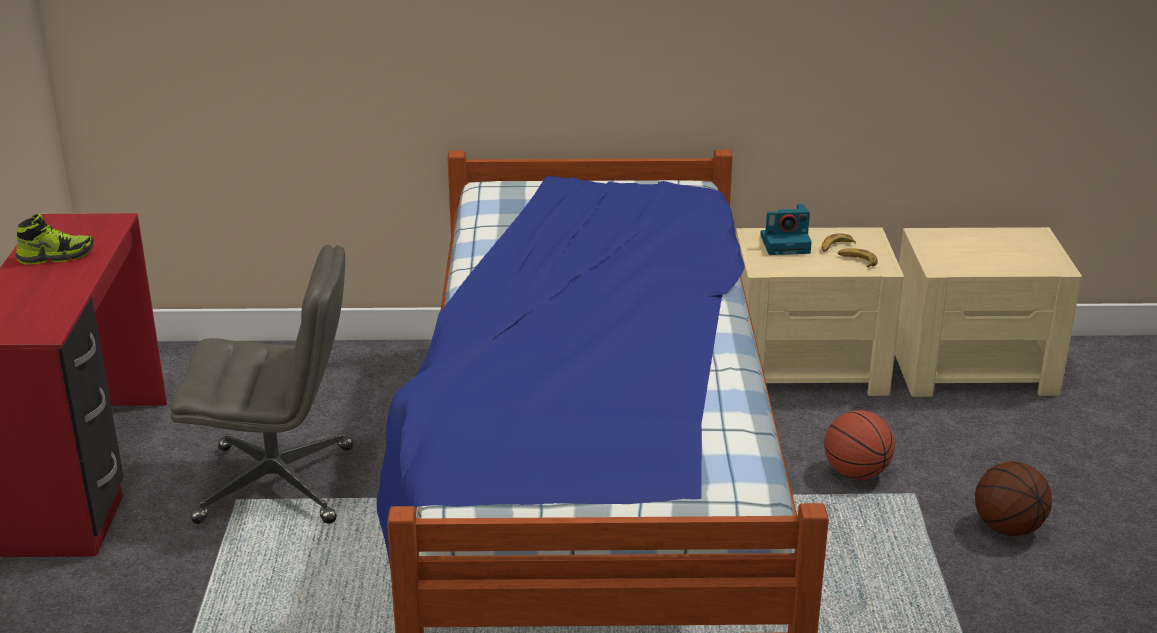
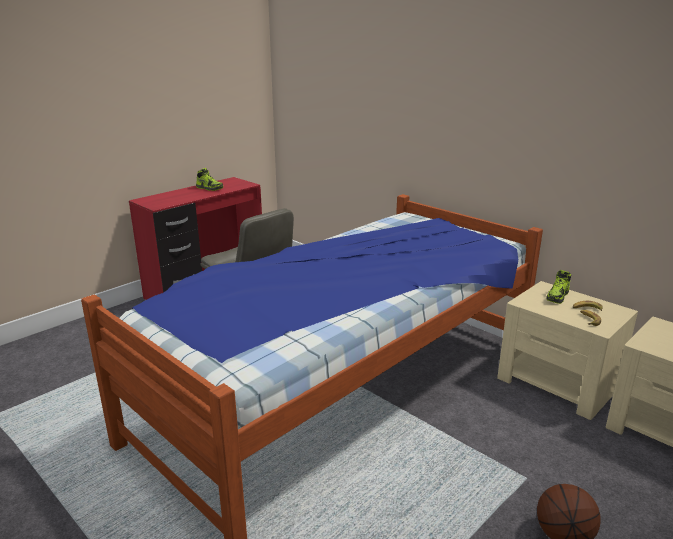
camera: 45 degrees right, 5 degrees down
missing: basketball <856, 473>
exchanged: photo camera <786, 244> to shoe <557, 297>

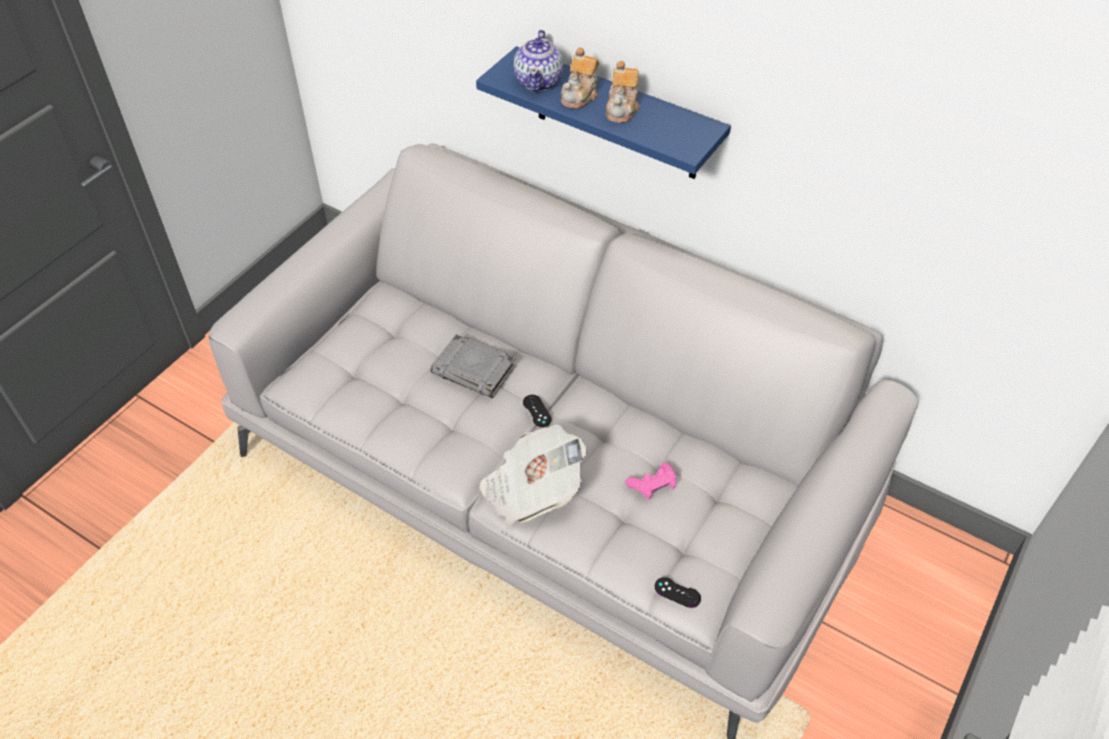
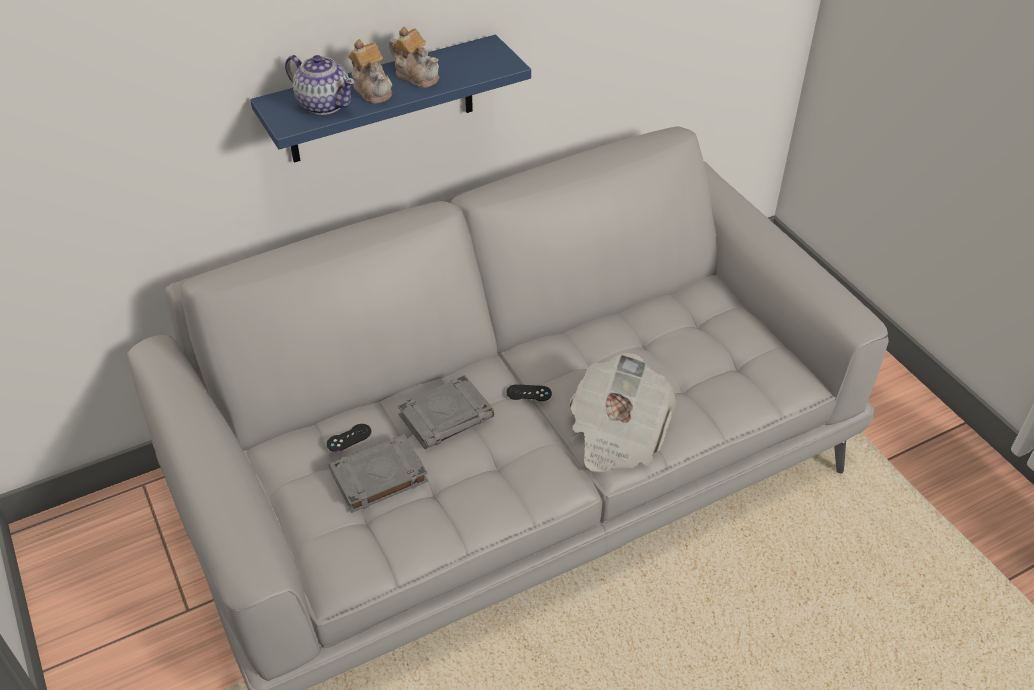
camera: 60 degrees left, 5 degrees down
missing: pink game controller <653, 486>
appeared: grey book <378, 477>
relocated: black game controller <677, 592> to <349, 438>

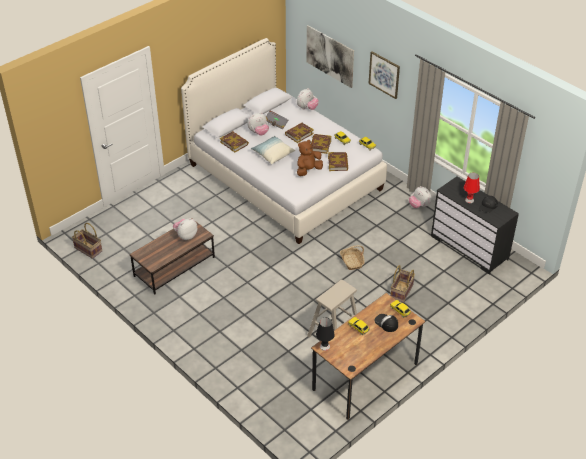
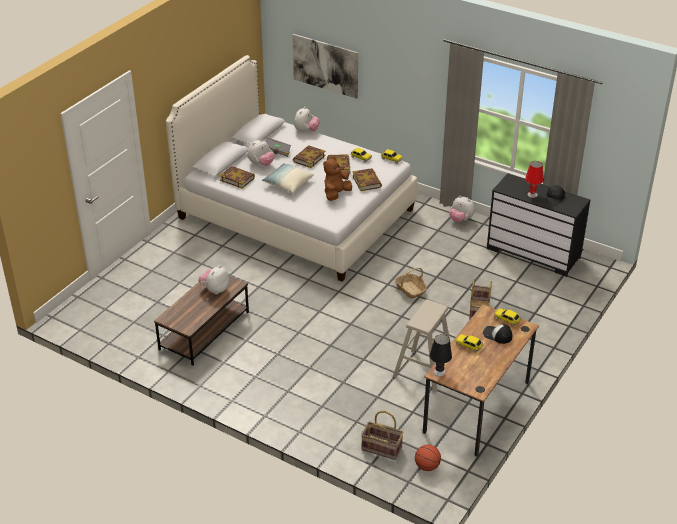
camera: 15 degrees left, 5 degrees down
missing: picture <384, 74>
appeared: basketball <427, 466>
relocated: basket <89, 249> to <382, 448>

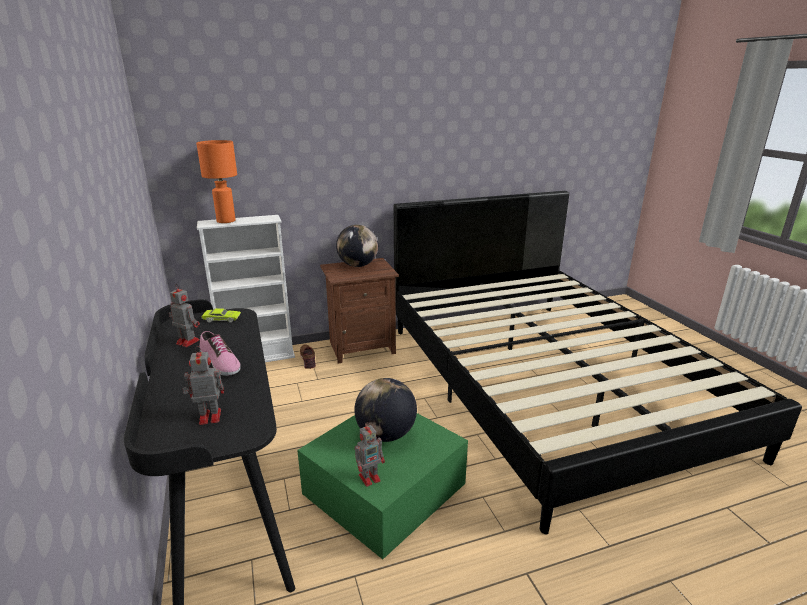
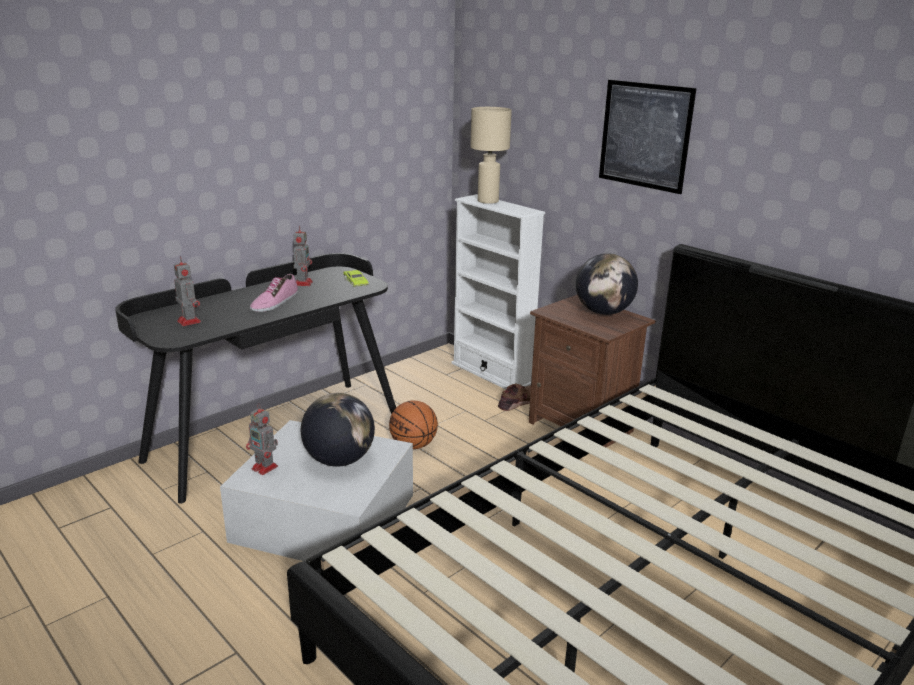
camera: 65 degrees right, 0 degrees up
appeared: basketball <413, 445>; picture <645, 135>
colour: orange table lamp <225, 221> to beige table lamp <488, 201>; green storage box <384, 488> to white storage box <324, 517>

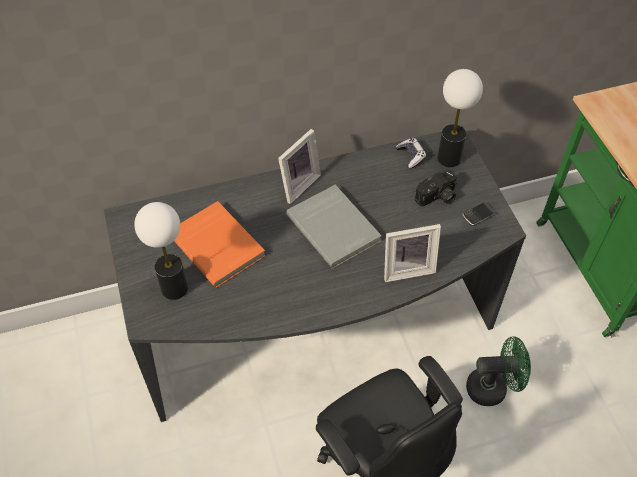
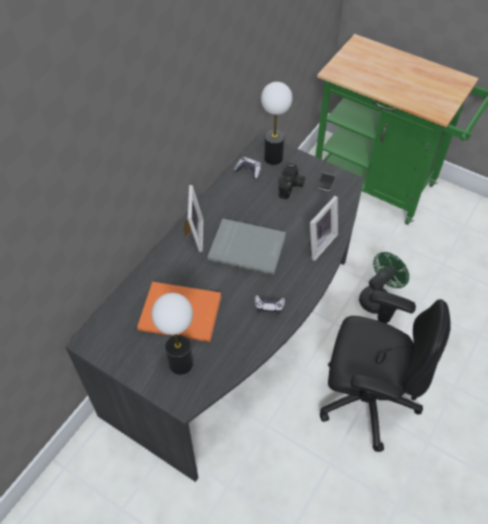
camera: 40 degrees left, 0 degrees up
appeared: game controller <269, 306>

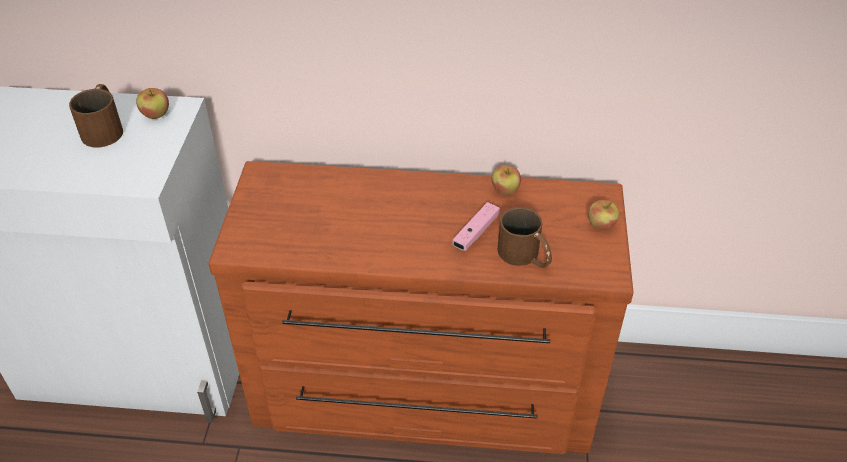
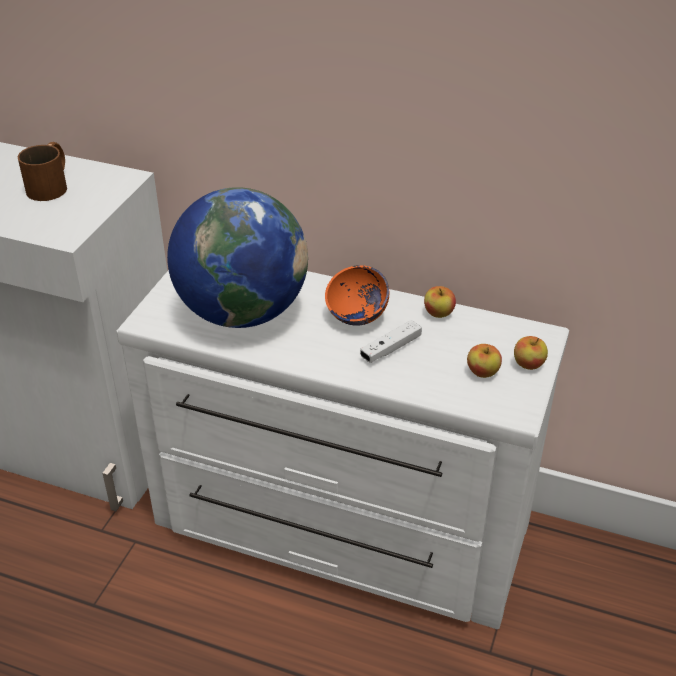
camera: 15 degrees right, 5 degrees down
missing: brown mug <525, 256>
appeared: globe <242, 312>; orange bowl <357, 317>
relocated: apple <156, 115> to <483, 372>
colour: brown dresser <424, 393> to white dresser <339, 530>; pink game controller <476, 232> to white game controller <391, 348>

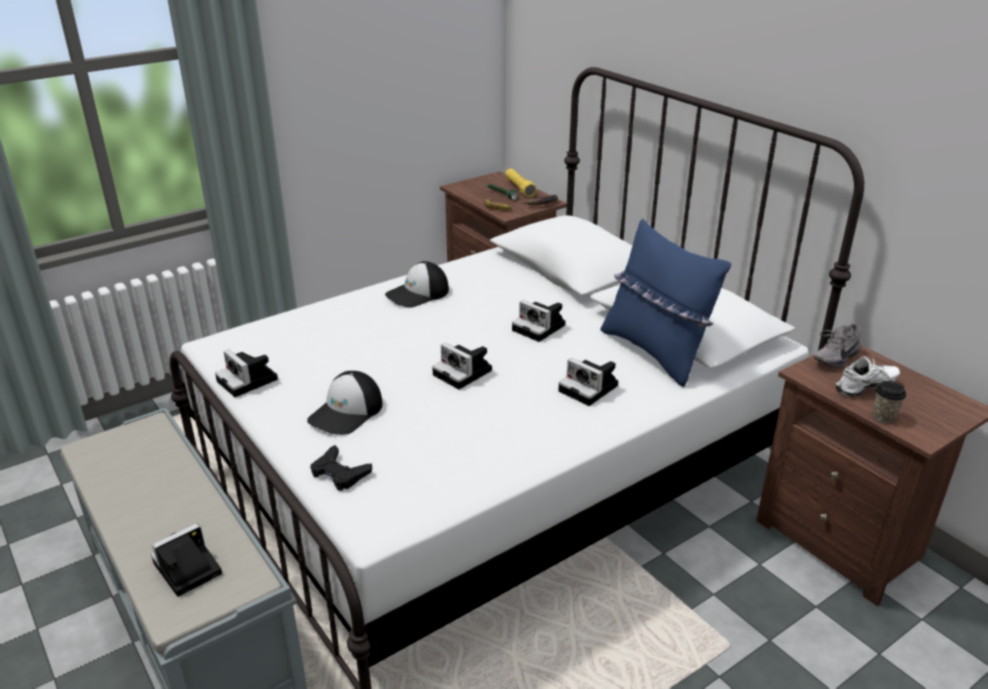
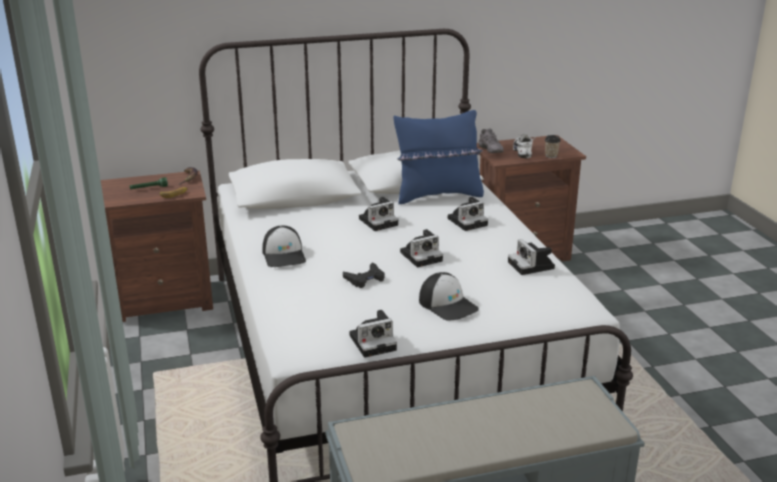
camera: 70 degrees left, 5 degrees down
missing: yellow flashlight <519, 188>
relocated: photo camera <185, 570> to <532, 266>; black game controller <339, 473> to <365, 279>

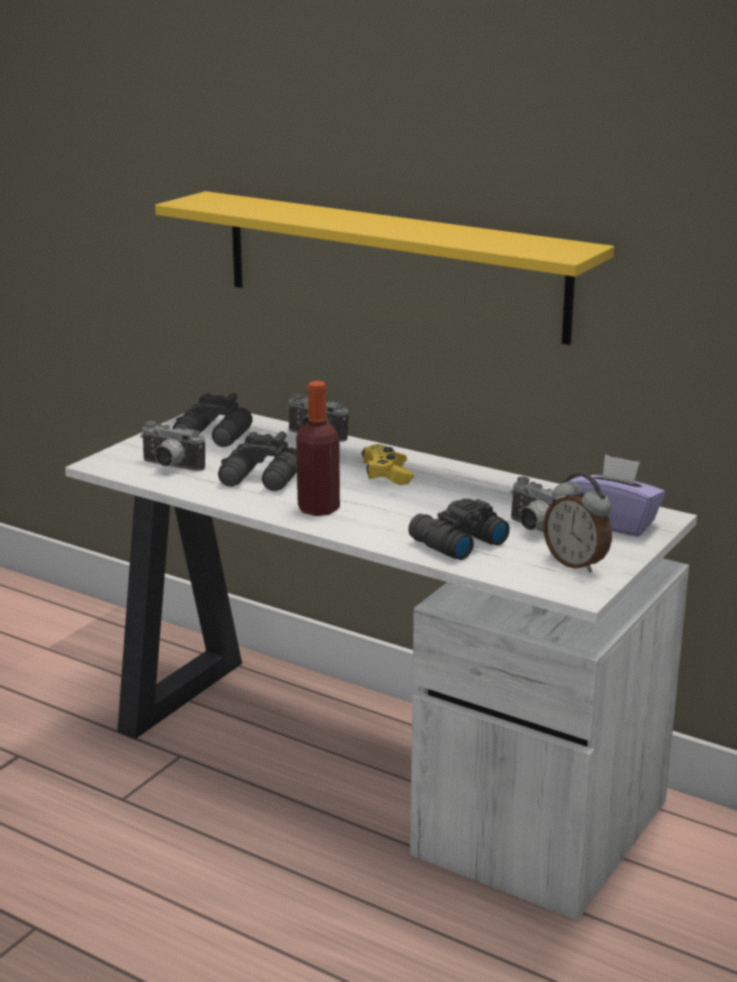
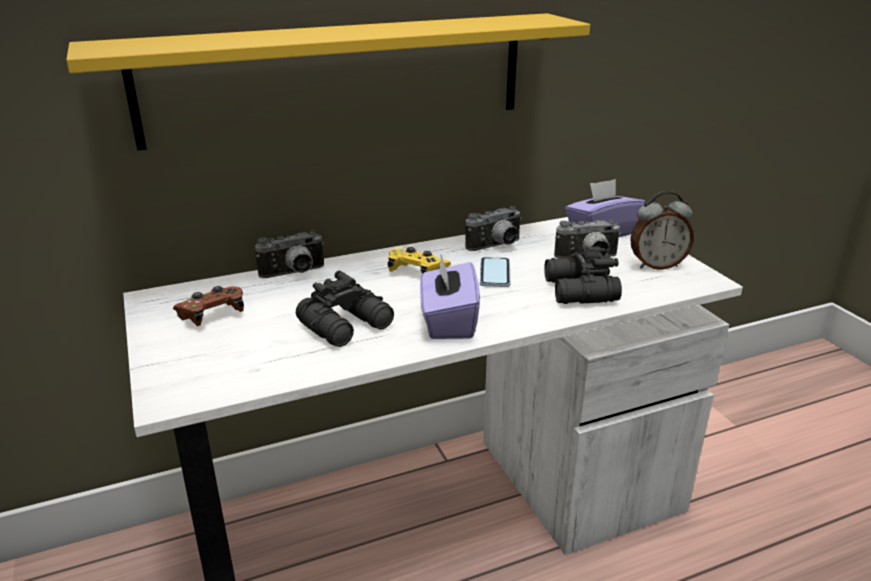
camera: 55 degrees left, 5 degrees up
appeared: phone <495, 274>
relocated: photo camera <170, 467> to <497, 246>
exchanged: black binoculars <214, 437> to brown game controller <212, 315>; bottle <318, 509> to purple tissue box <448, 322>

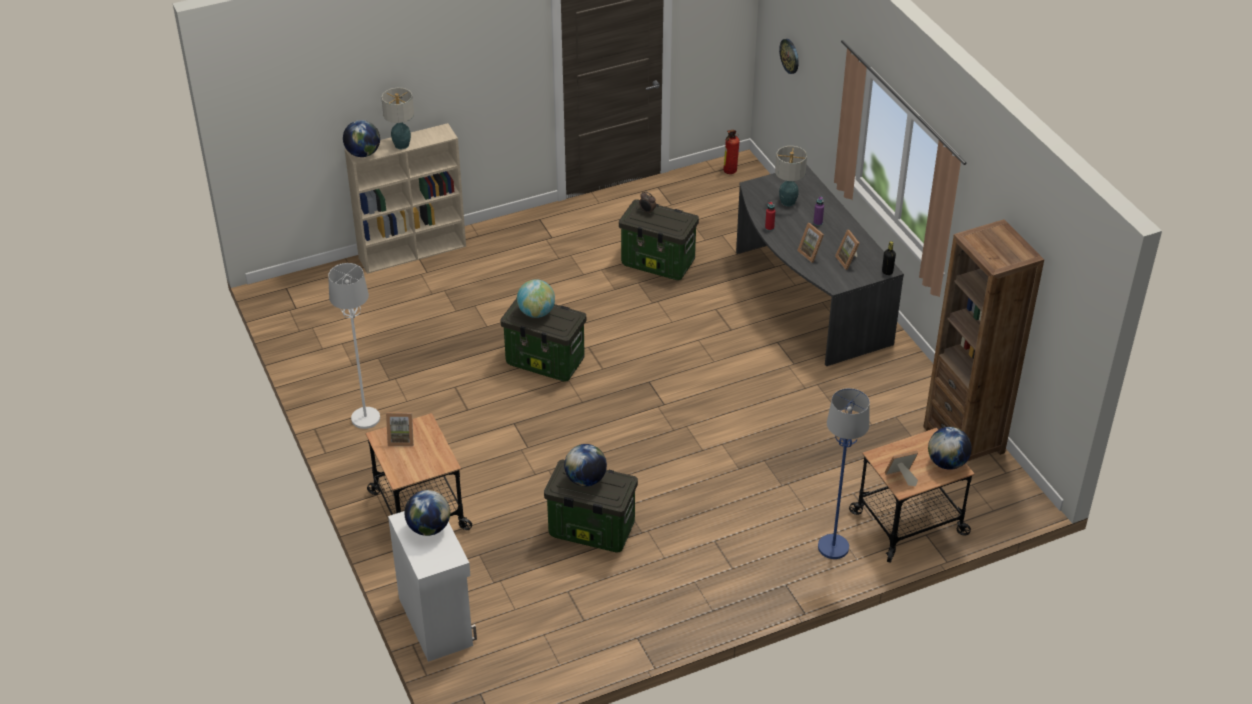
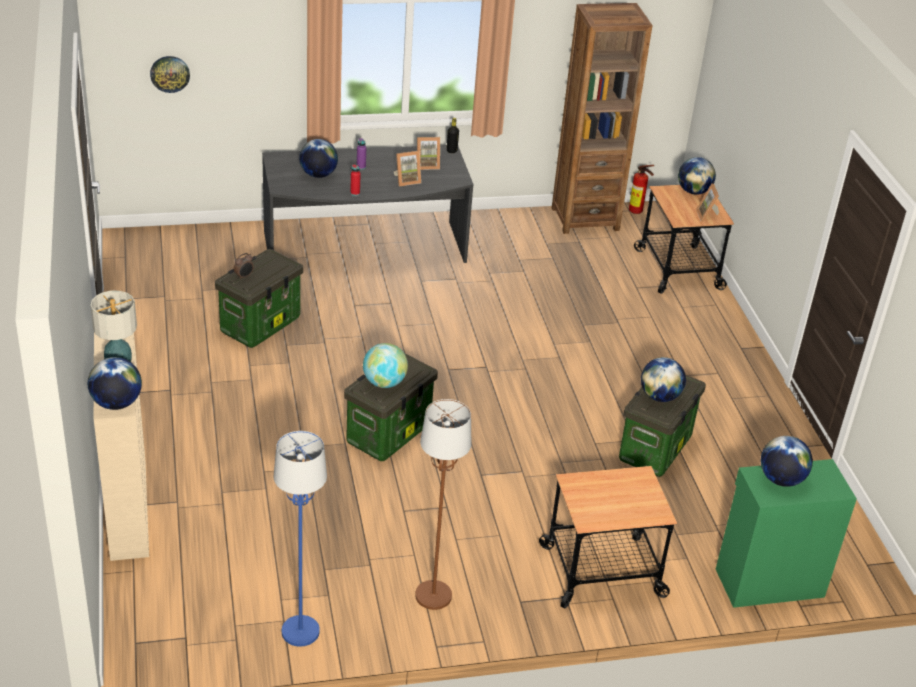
camera: 80 degrees left, 5 degrees down
missing: picture frame <401, 439>
relocated: fire extinguisher <728, 172> to <637, 212>; blue floor lamp <833, 547> to <301, 631>
exchanged: table lamp <787, 202> to globe <318, 175>
colour: white floor lamp <365, 418> to brown floor lamp <433, 596>; white cabinet <437, 620> to green cabinet <768, 582>

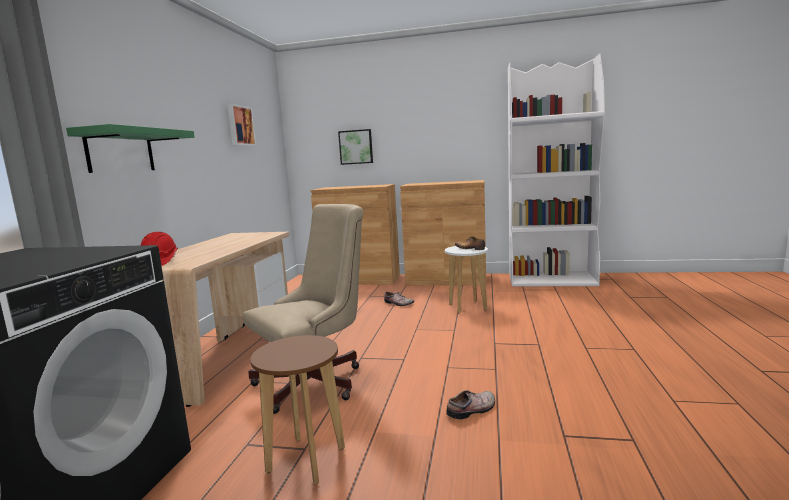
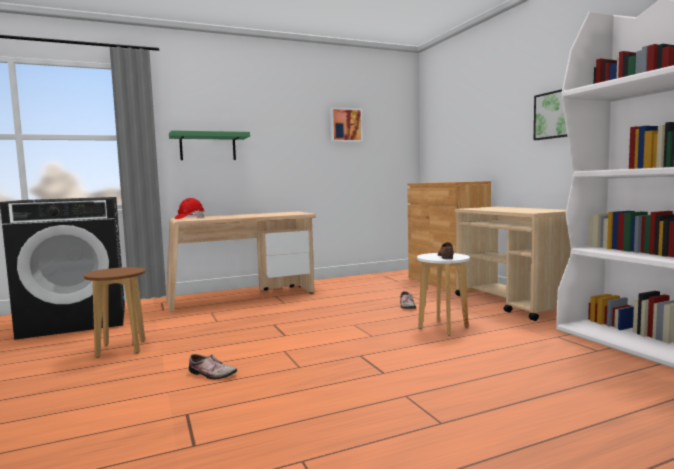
camera: 55 degrees right, 5 degrees down
missing: beige office chair <316, 382>
relocated: picture <356, 147> to <555, 115>
exchanged: brown cabinet <446, 280> to beige cart <512, 304>

